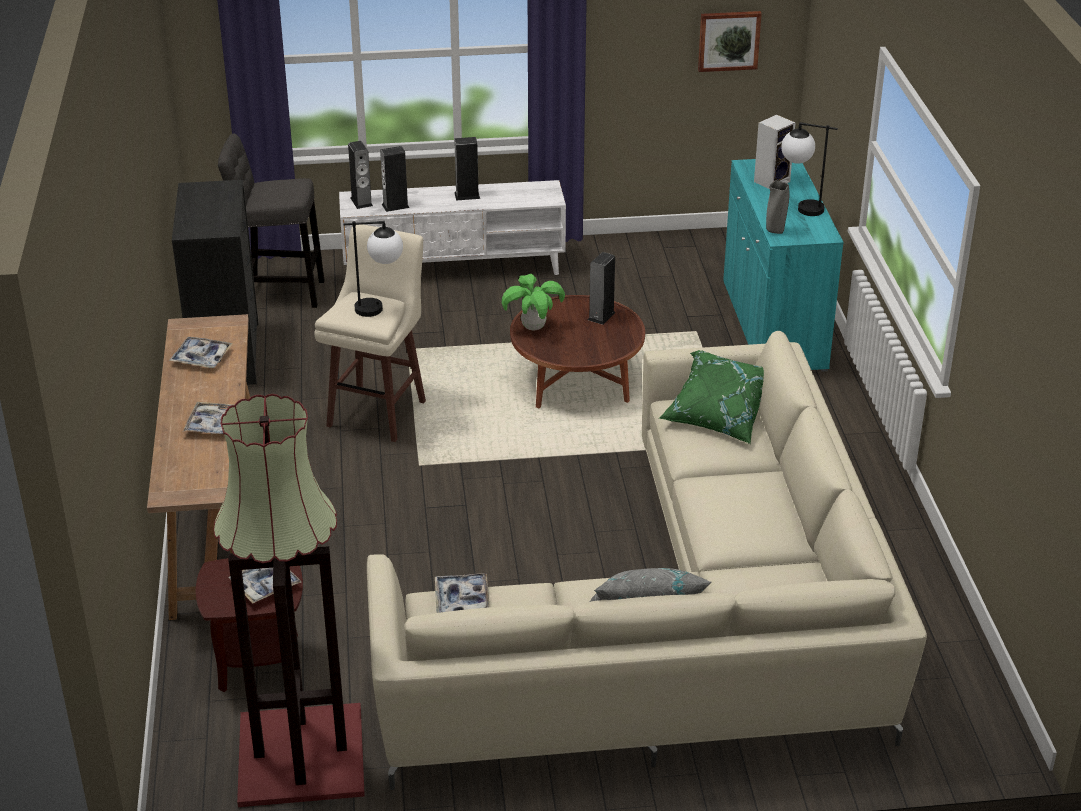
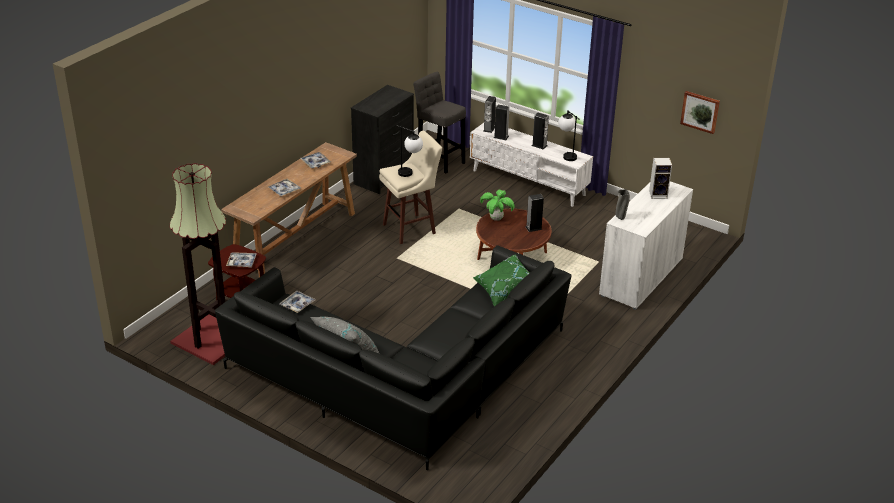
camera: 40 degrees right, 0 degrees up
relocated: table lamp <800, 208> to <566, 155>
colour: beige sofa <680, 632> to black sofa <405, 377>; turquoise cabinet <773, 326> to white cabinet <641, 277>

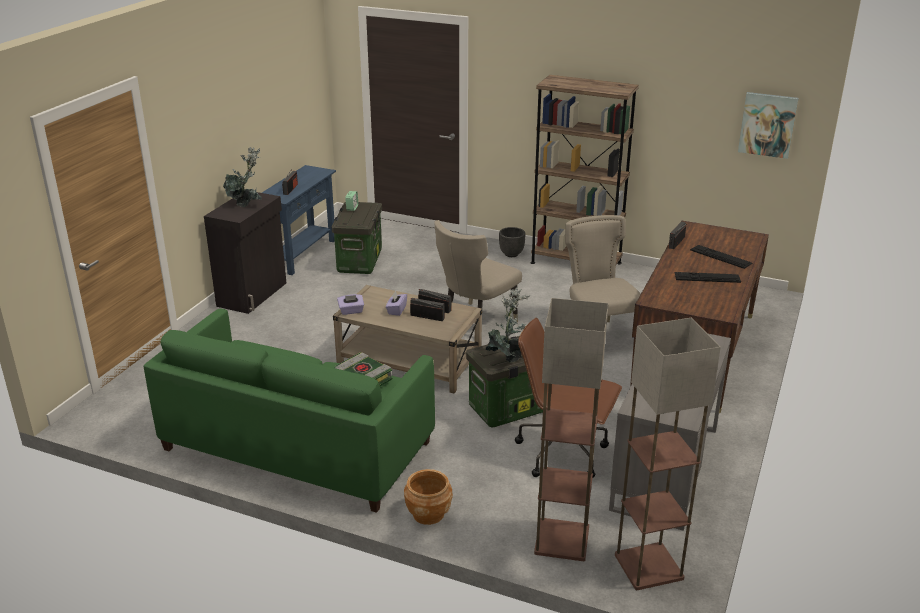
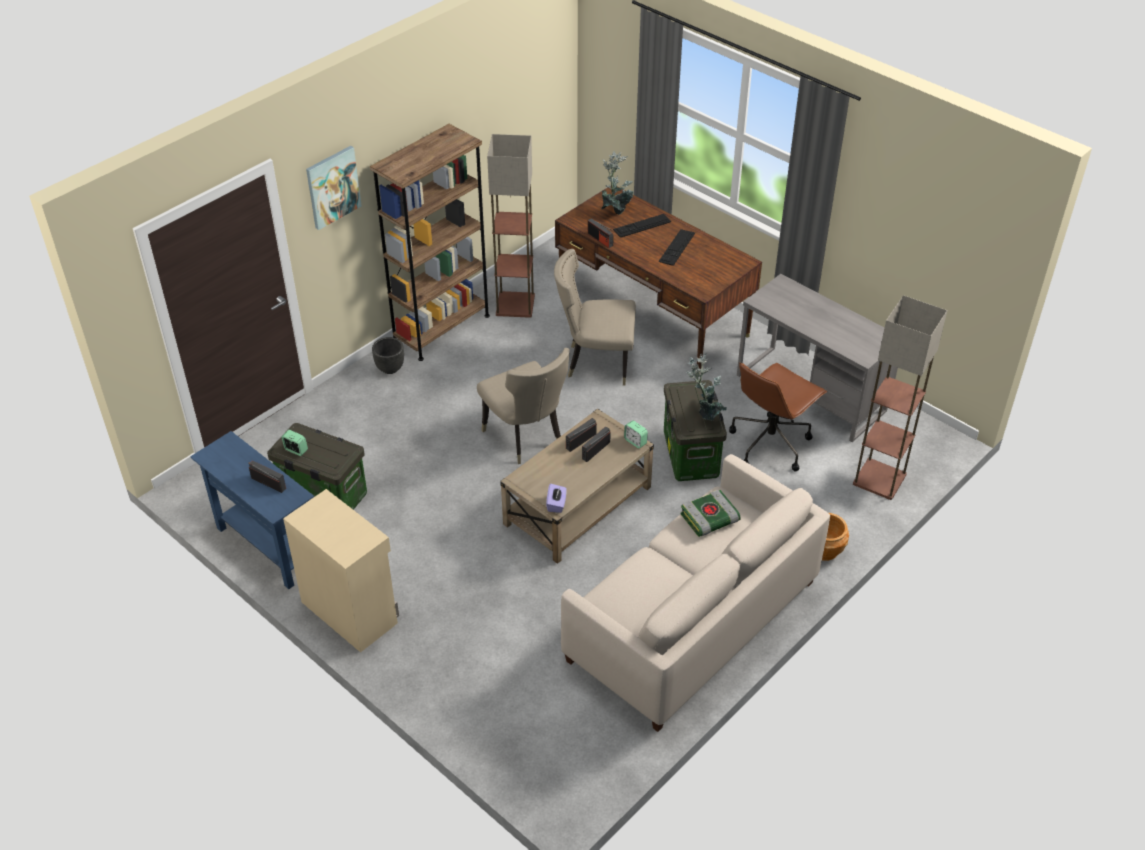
camera: 70 degrees left, 15 degrees up
missing: purple tissue box <396, 310>
appeared: alarm clock <635, 441>
relocated: potted plant <246, 204> to <615, 210>; floor lamp <648, 567> to <516, 305>; picture <767, 124> to <332, 187>
colour: green sofa <297, 446> to beige sofa <692, 621>; black cabinet <253, 294> to beige cabinet <350, 611>

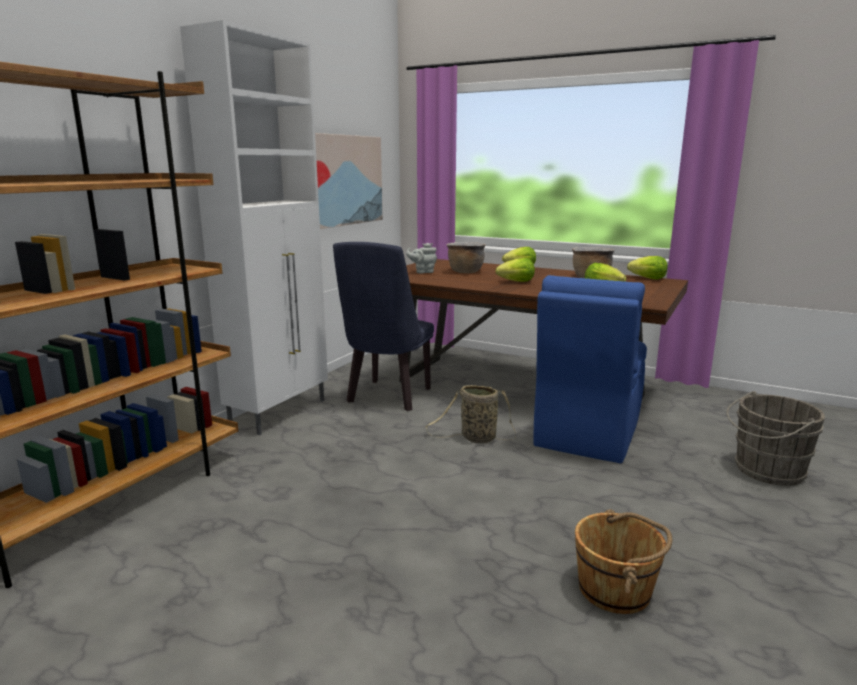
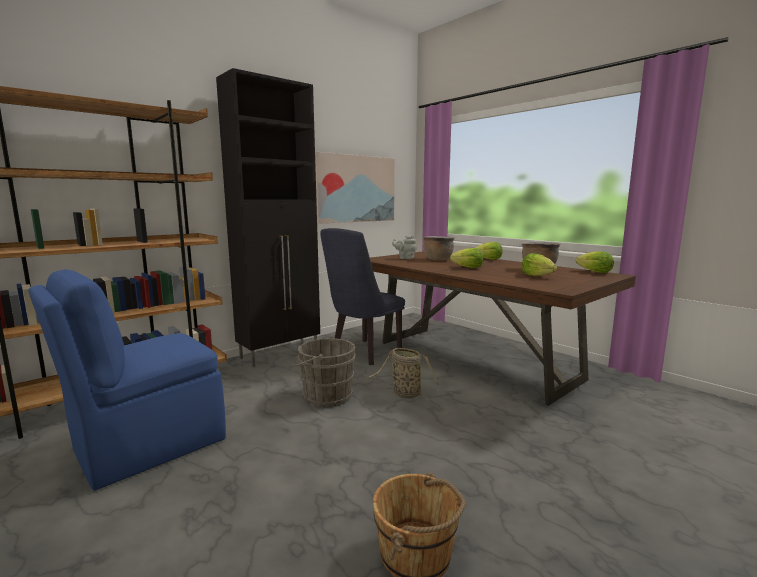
camera: 20 degrees right, 5 degrees down
relocated: blue chair <586, 434> to <146, 445>; grey bucket <765, 470> to <324, 396>
colour: white cabinet <280, 412> to black cabinet <281, 353>

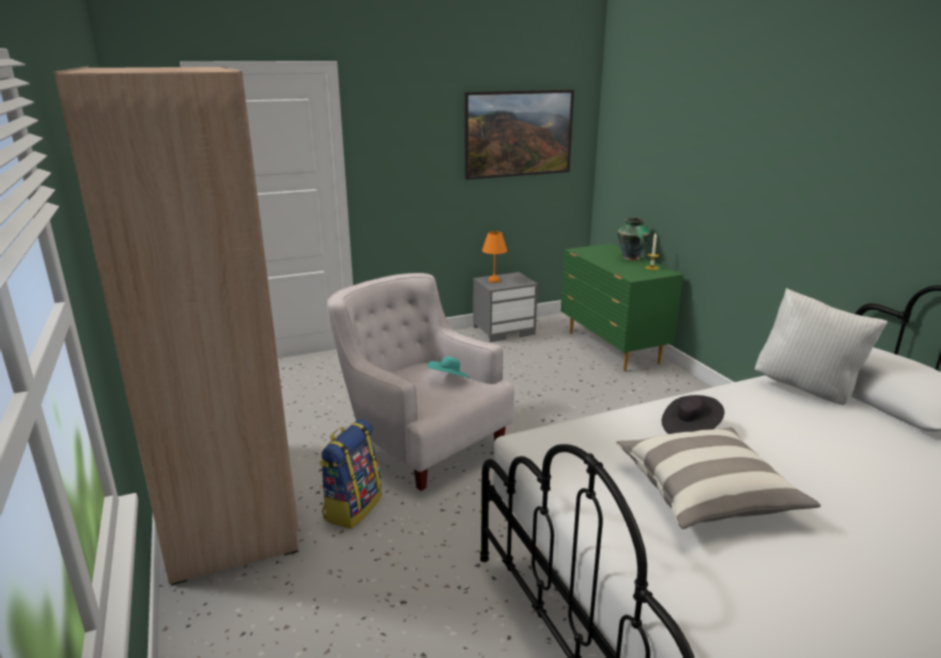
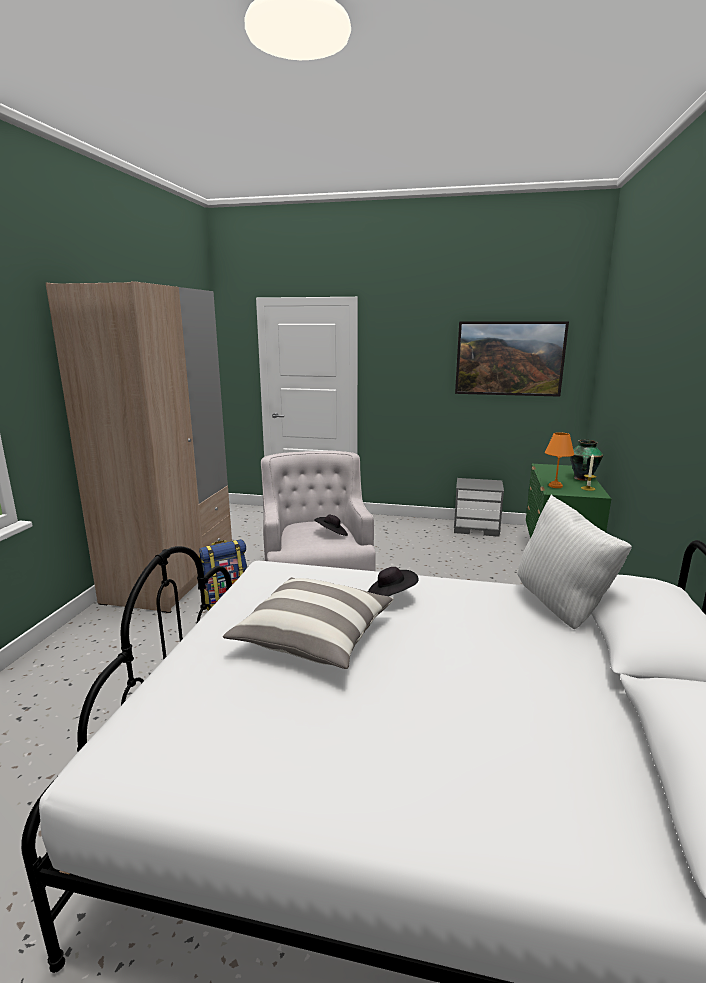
camera: 35 degrees right, 5 degrees down
relocated: orange table lamp <494, 280> to <556, 486>
colour: turquoise hat <449, 380> to black hat <332, 534>

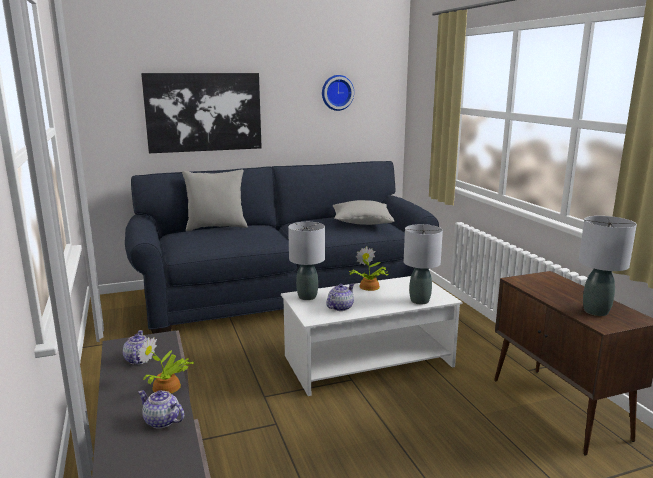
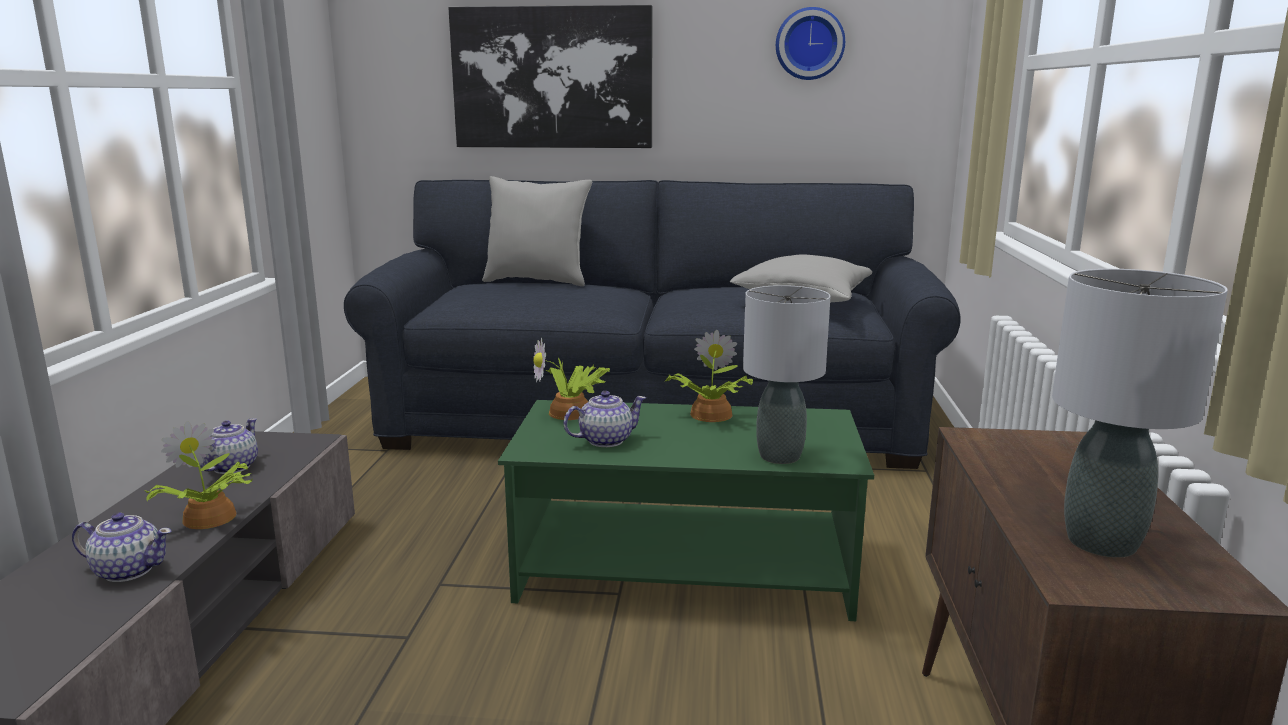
camera: 25 degrees right, 0 degrees up
exchanged: grey table lamp <307, 297> to potted plant <573, 413>
colour: white coffee table <369, 361> to green coffee table <687, 567>
spun: teapot <162, 421> = <128, 570> 135 degrees clockwise

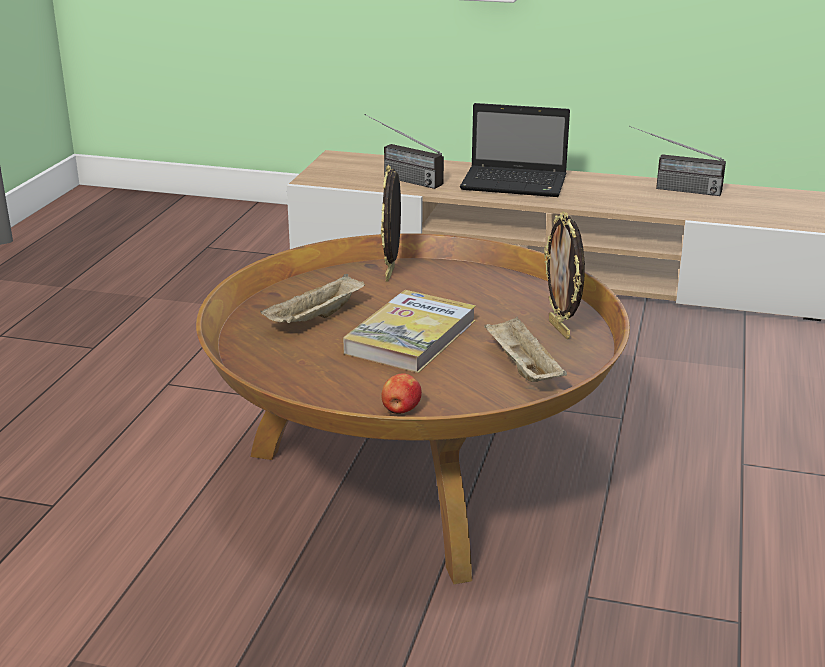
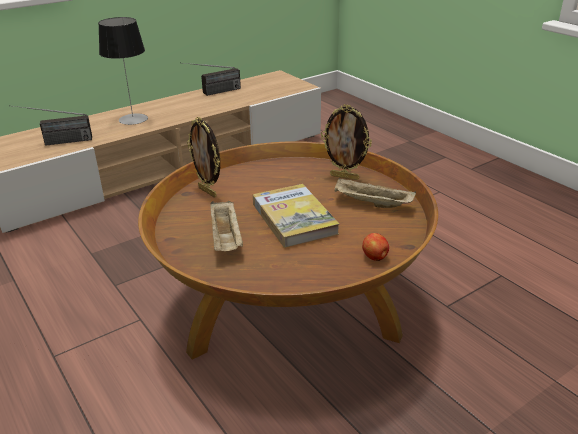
camera: 50 degrees left, 5 degrees up
exchanged: laptop <516, 184> to table lamp <133, 119>

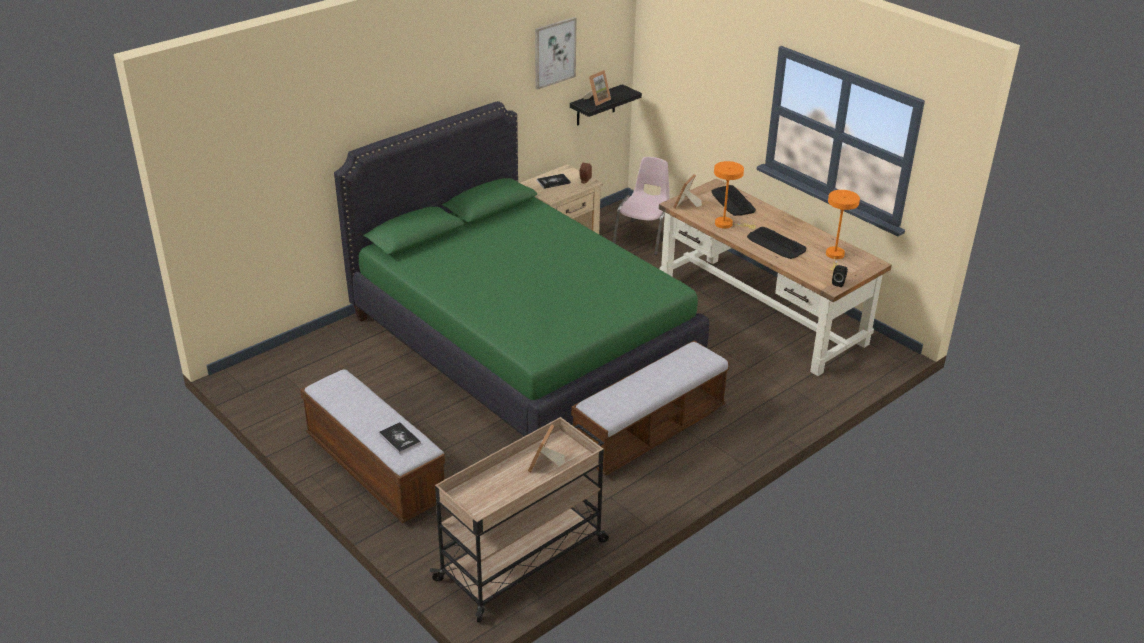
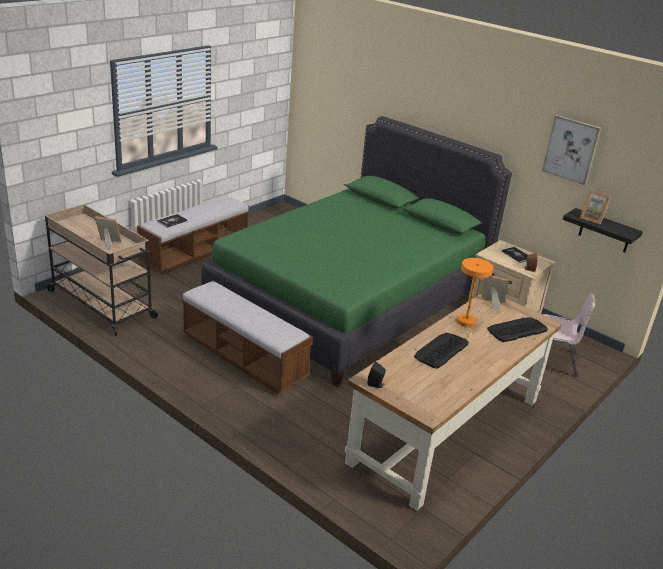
camera: 80 degrees right, 5 degrees down
missing: orange table lamp <835, 256>

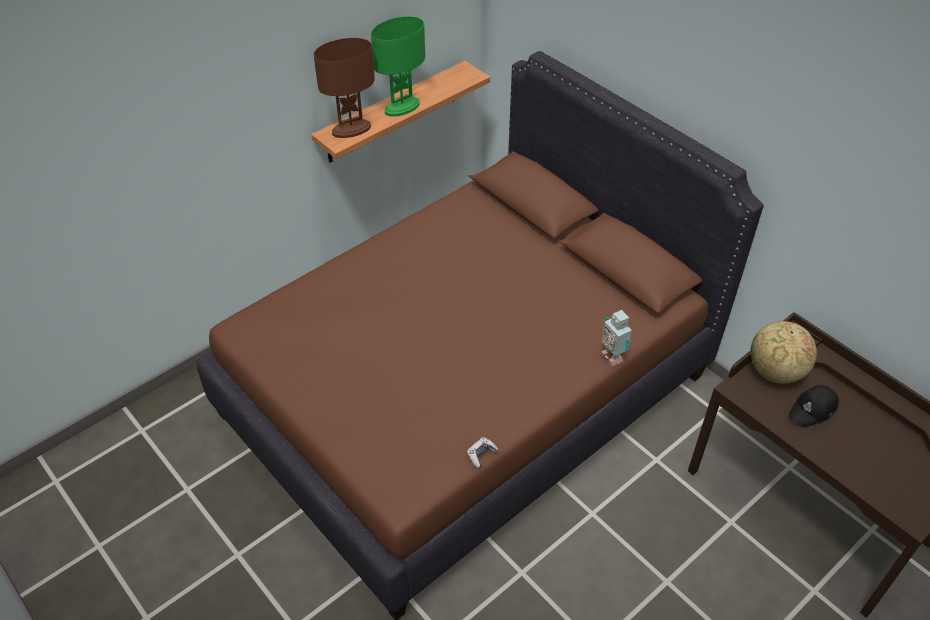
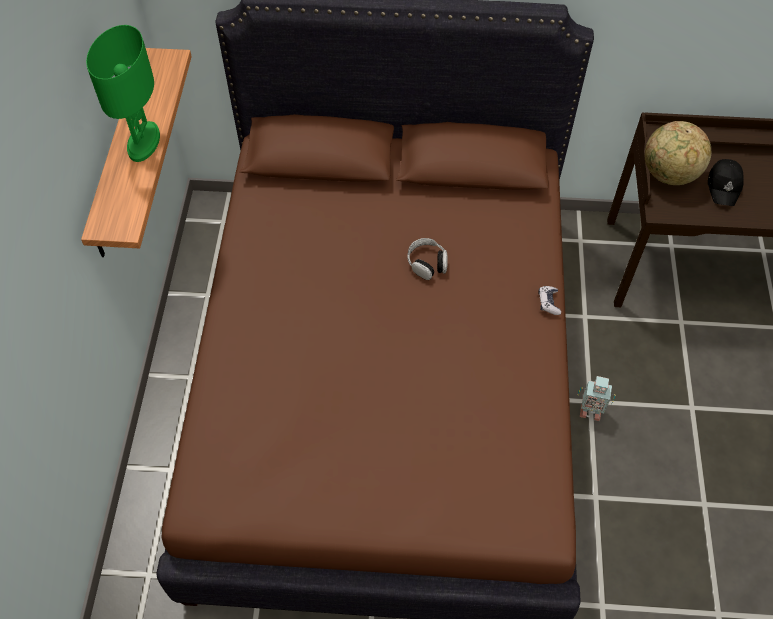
camera: 45 degrees left, 10 degrees up
missing: brown table lamp <351, 129>
appeared: headphones <427, 263>
relocated: game controller <481, 454> to <548, 303>; toy robot <612, 356> to <589, 411>

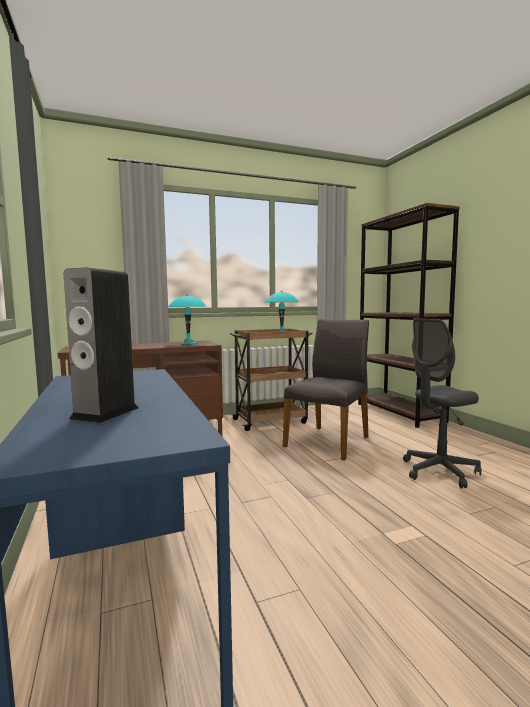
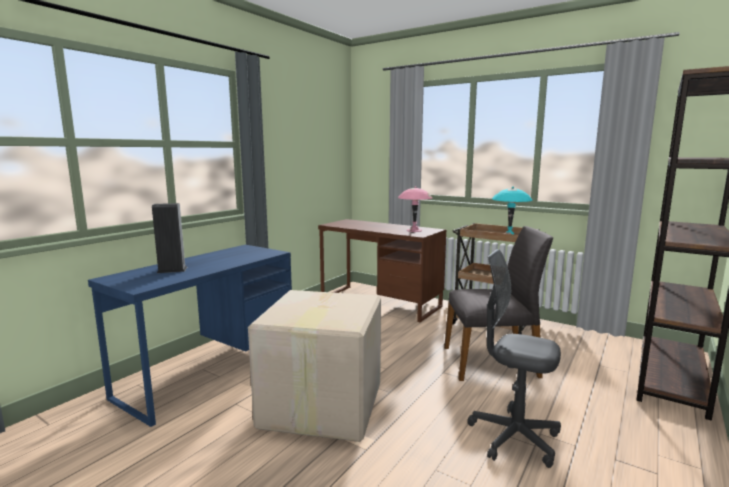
camera: 55 degrees right, 5 degrees up
appeared: cardboard box <320, 406>
colour: turquoise table lamp <188, 343> to pink table lamp <414, 230>

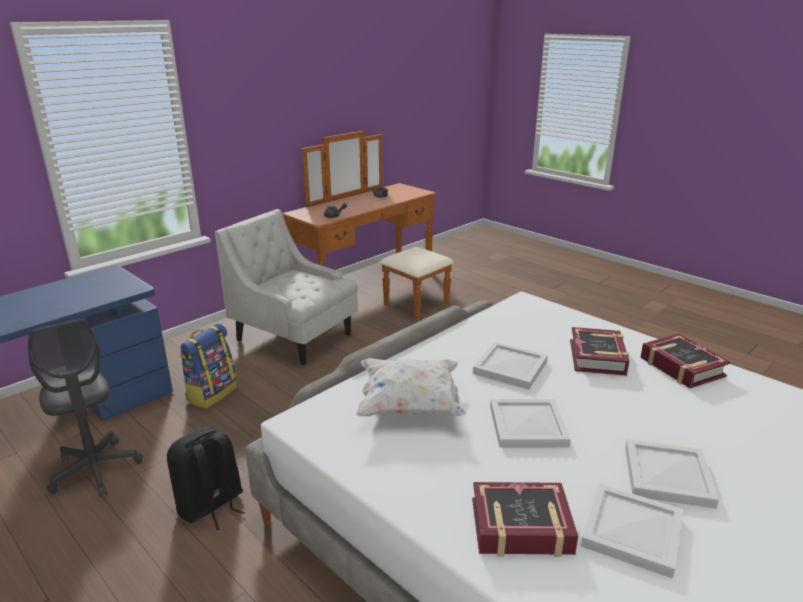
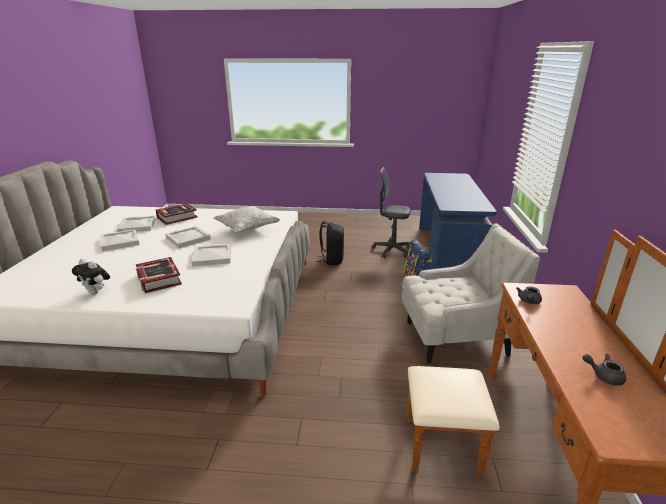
camera: 140 degrees right, 0 degrees up
exchanged: book <681, 367> to plush toy <96, 292>

